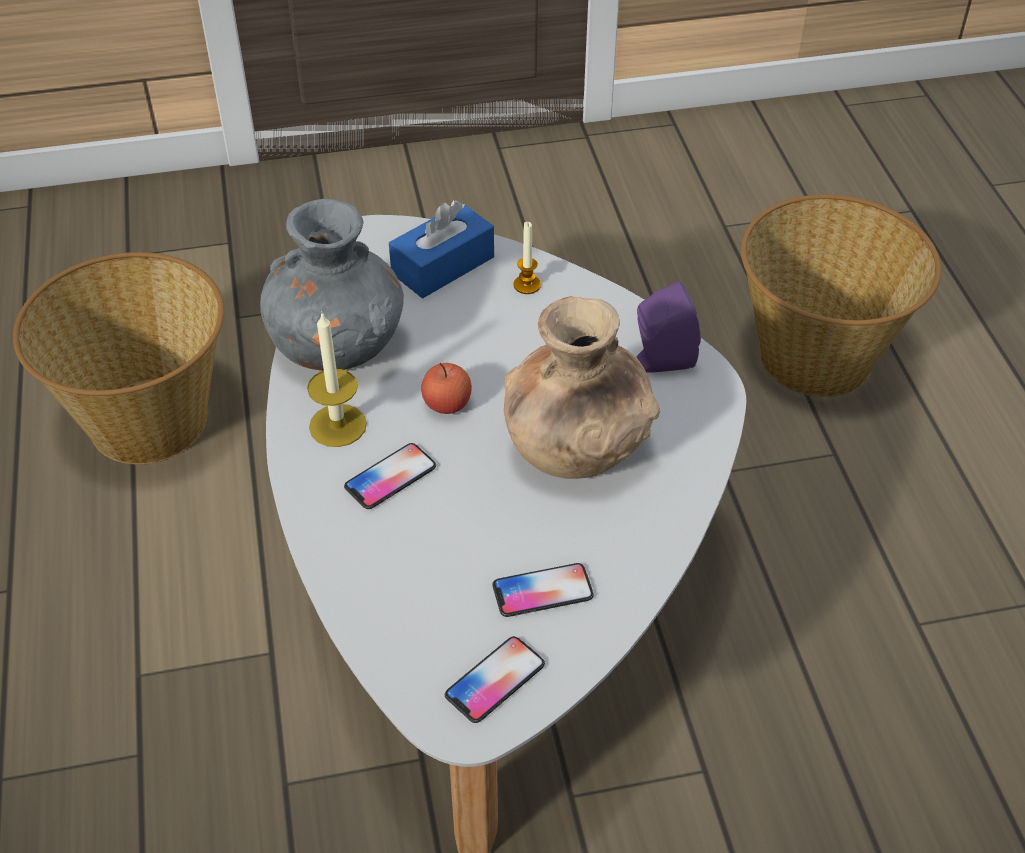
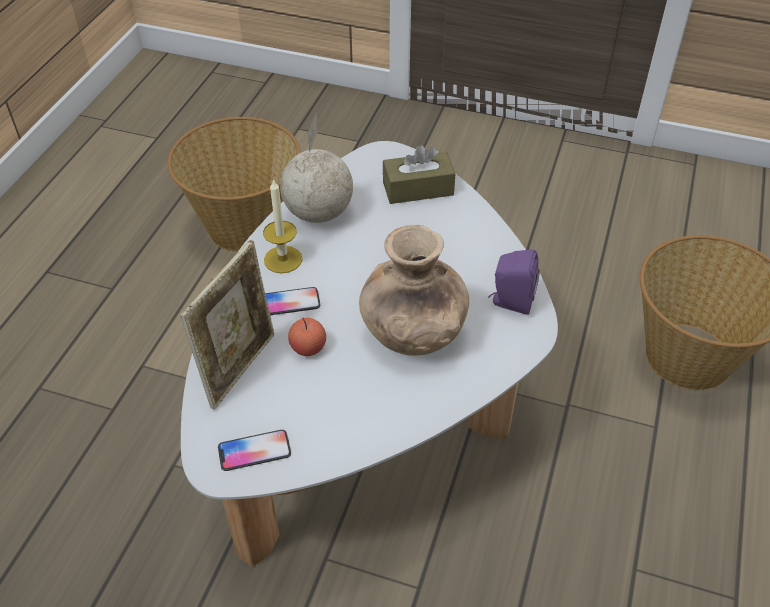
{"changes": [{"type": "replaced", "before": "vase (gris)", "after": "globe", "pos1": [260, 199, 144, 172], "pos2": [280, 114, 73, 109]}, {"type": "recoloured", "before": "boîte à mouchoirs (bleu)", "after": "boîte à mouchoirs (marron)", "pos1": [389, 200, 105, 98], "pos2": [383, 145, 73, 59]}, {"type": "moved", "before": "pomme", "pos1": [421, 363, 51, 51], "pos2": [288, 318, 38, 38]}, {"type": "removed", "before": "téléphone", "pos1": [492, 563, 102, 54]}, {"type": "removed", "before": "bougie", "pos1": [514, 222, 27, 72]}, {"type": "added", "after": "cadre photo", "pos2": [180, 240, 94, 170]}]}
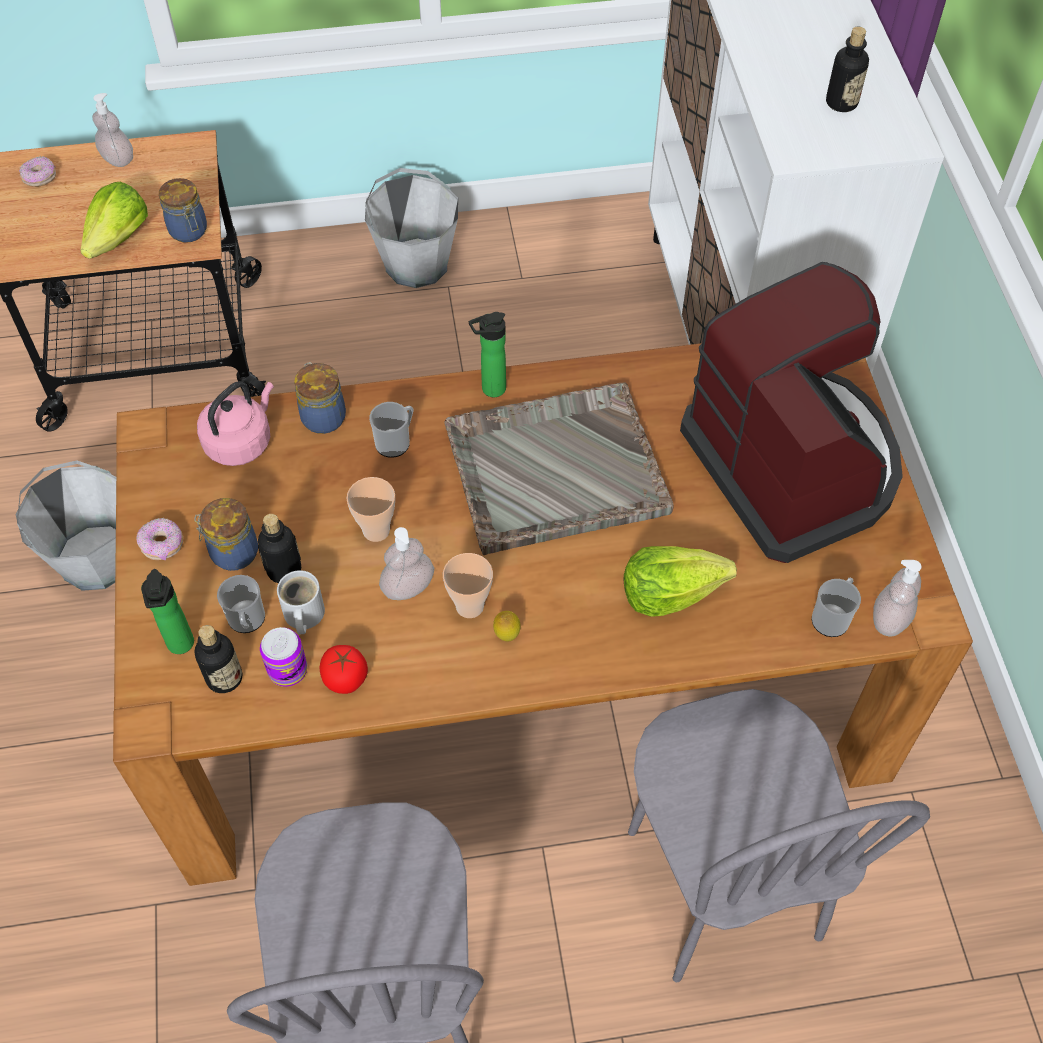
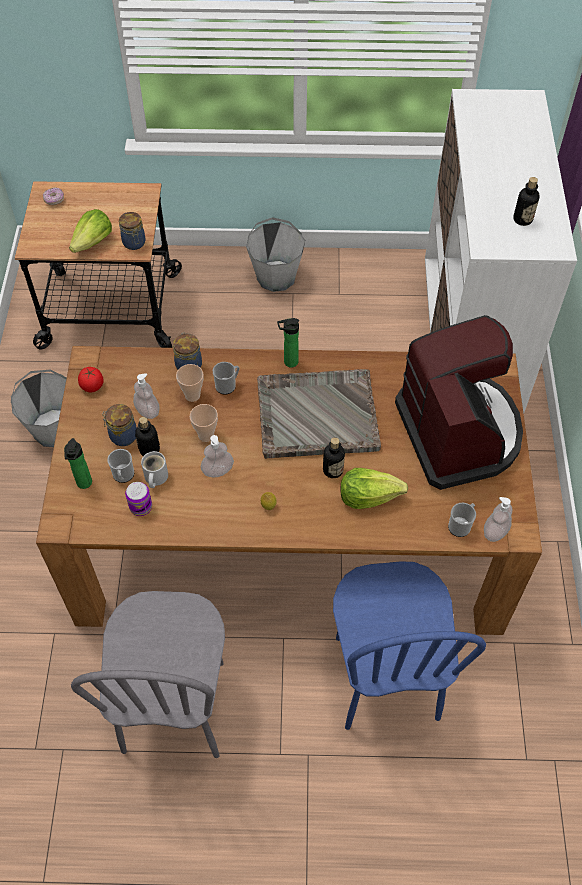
{"changes": [{"type": "moved", "before": "distributeur de savon", "pos1": [92, 93, 41, 74], "pos2": [133, 373, 27, 46]}, {"type": "removed", "before": "beignet", "pos1": [136, 518, 47, 42]}, {"type": "moved", "before": "bouteille", "pos1": [194, 625, 49, 68], "pos2": [323, 437, 22, 41]}, {"type": "removed", "before": "bouilloire (rose)", "pos1": [197, 381, 77, 85]}, {"type": "moved", "before": "tomate", "pos1": [320, 645, 48, 49], "pos2": [78, 367, 26, 25]}, {"type": "moved", "before": "tasse", "pos1": [443, 553, 50, 65], "pos2": [176, 364, 27, 38]}, {"type": "recoloured", "before": "chaise (gris)", "after": "chaise (bleu)", "pos1": [628, 689, 302, 293], "pos2": [333, 561, 153, 169]}]}
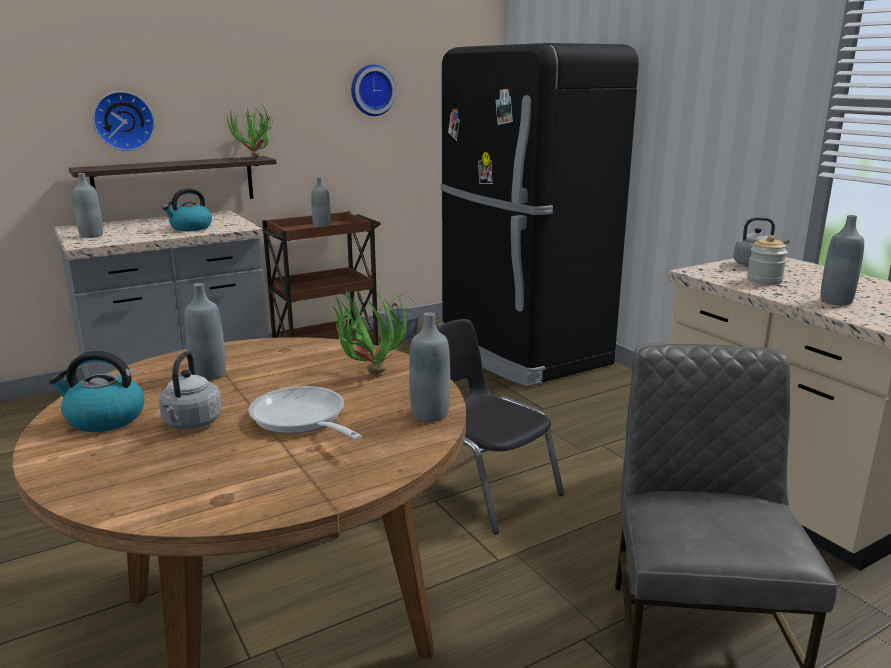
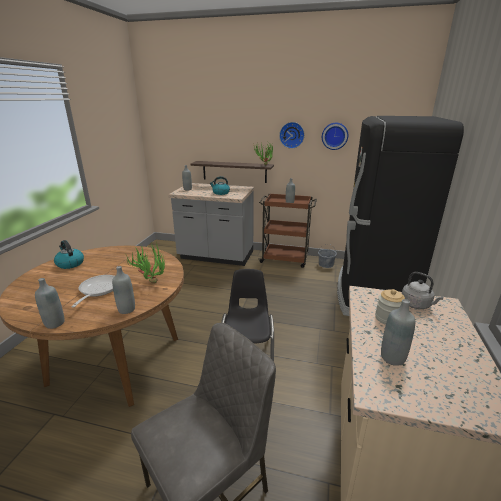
{"changes": [{"type": "moved", "before": "horloge murale", "pos1": [93, 91, 62, 60], "pos2": [279, 122, 26, 27]}, {"type": "removed", "before": "bouilloire (gris)", "pos1": [159, 351, 63, 78]}, {"type": "moved", "before": "bouteille (gris)", "pos1": [184, 283, 42, 98], "pos2": [35, 278, 30, 51]}]}
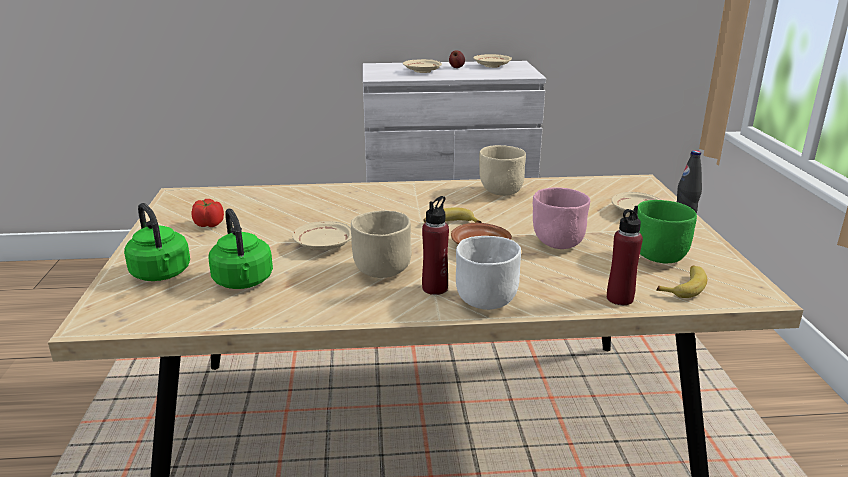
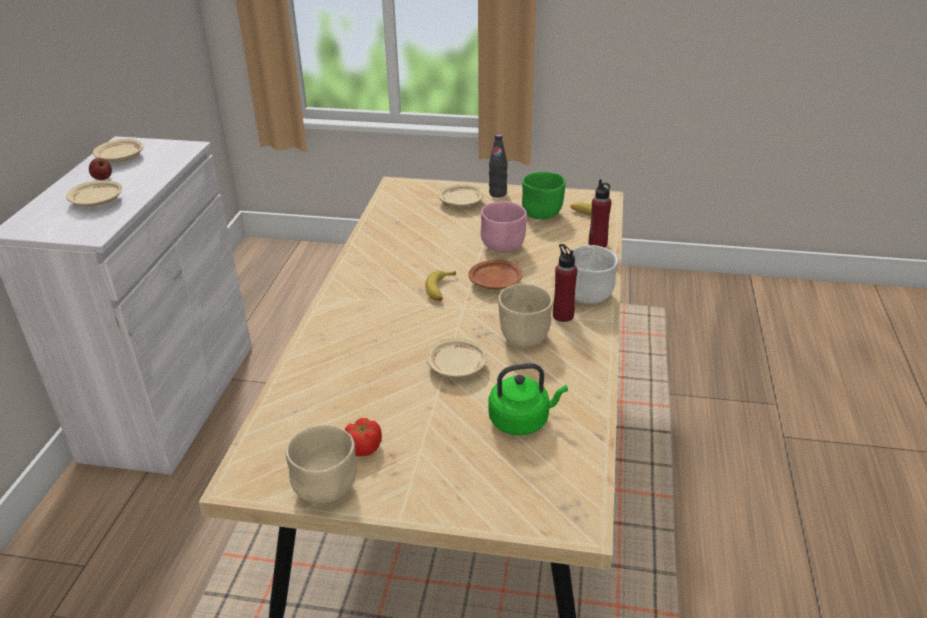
{"changes": [{"type": "removed", "before": "bouilloire (vert)", "pos1": [124, 203, 66, 78]}, {"type": "moved", "before": "bol (beige)", "pos1": [479, 145, 47, 51], "pos2": [285, 425, 71, 78]}]}
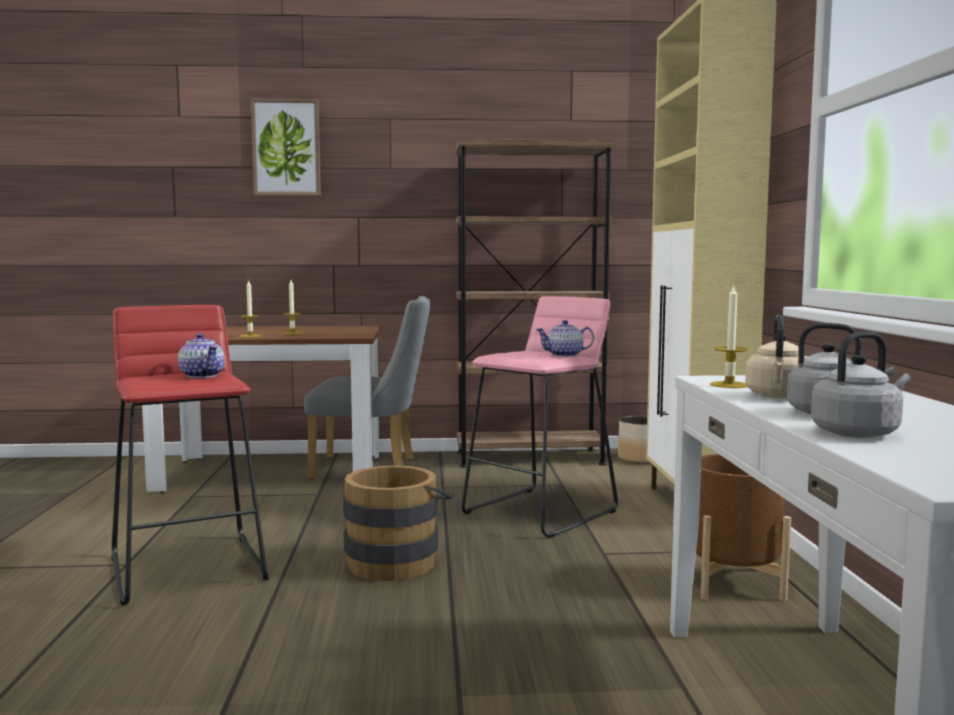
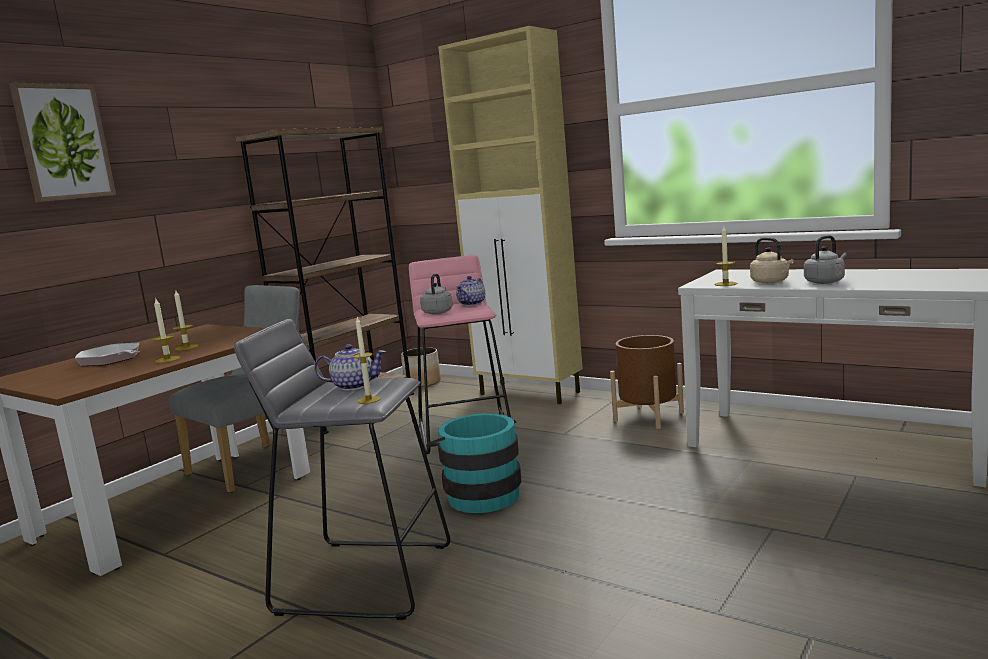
{"changes": [{"type": "recoloured", "before": "tabouret (rouge)", "after": "tabouret (gris)", "pos1": [111, 305, 158, 301], "pos2": [234, 319, 216, 301]}, {"type": "recoloured", "before": "seau (marron)", "after": "seau (turquoise)", "pos1": [343, 466, 110, 115], "pos2": [426, 413, 95, 100]}, {"type": "moved", "before": "bouilloire (gris)", "pos1": [811, 332, 99, 106], "pos2": [420, 274, 33, 40]}, {"type": "added", "after": "poêle", "pos2": [75, 343, 65, 23]}, {"type": "added", "after": "bougie", "pos2": [353, 317, 28, 87]}]}
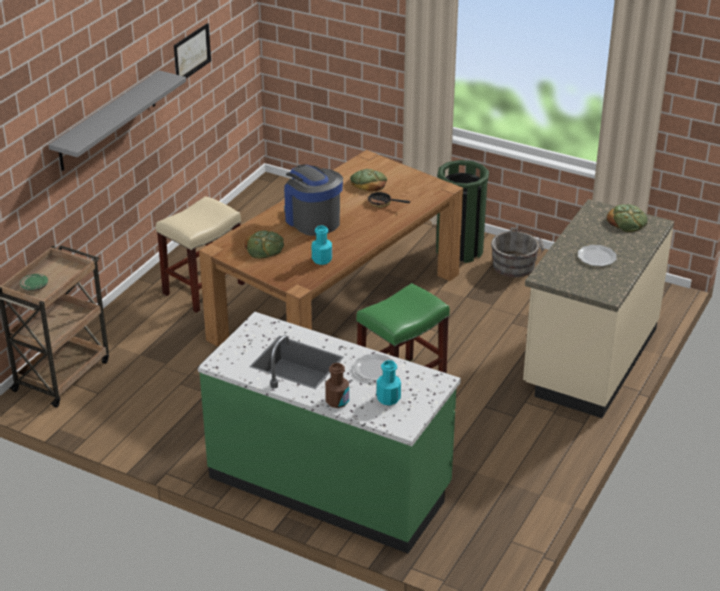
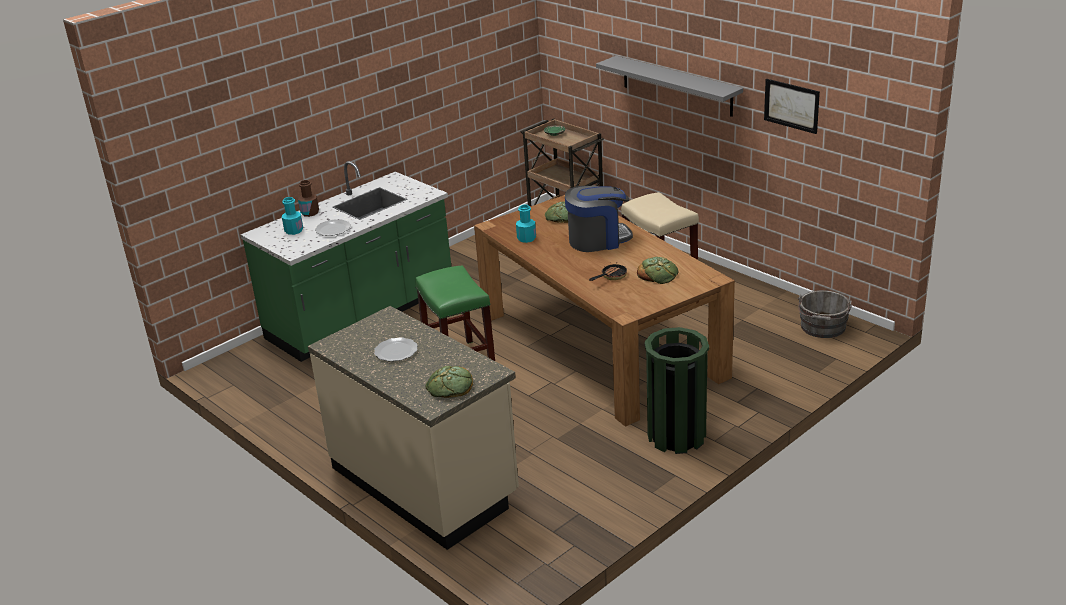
{"changes": [{"type": "moved", "before": "seau (gris)", "pos1": [491, 228, 53, 49], "pos2": [798, 290, 54, 48]}]}
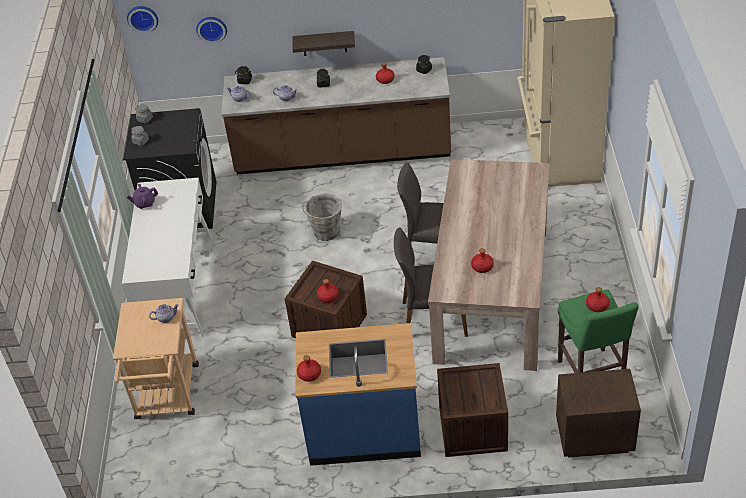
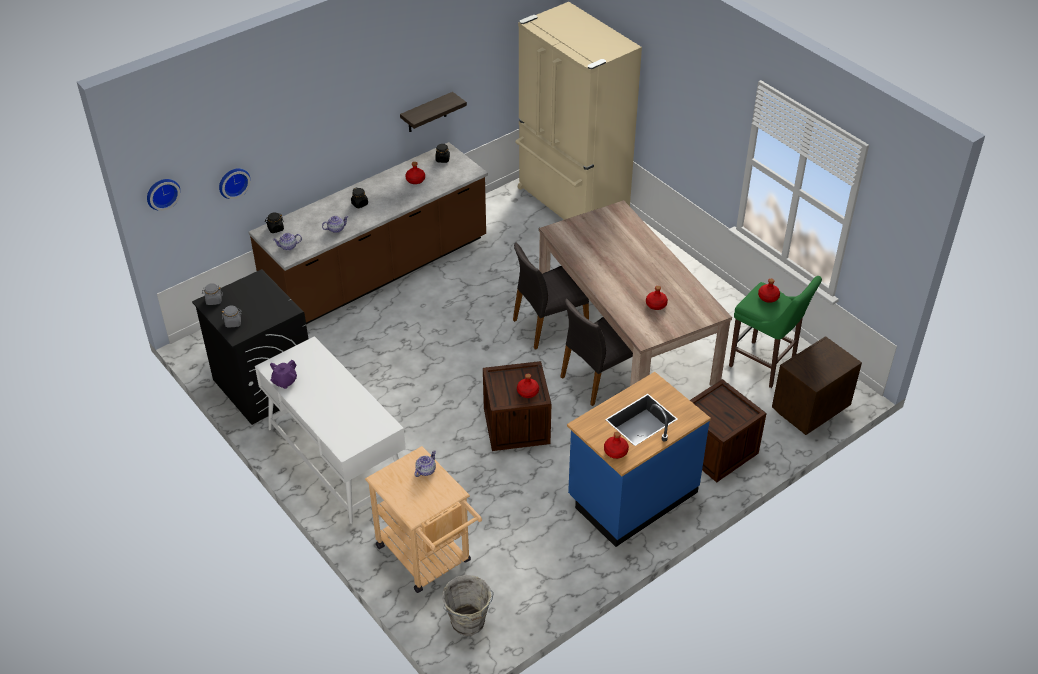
{"changes": [{"type": "moved", "before": "étagère", "pos1": [292, 31, 63, 25], "pos2": [400, 92, 67, 40]}, {"type": "moved", "before": "seau (gris)", "pos1": [302, 193, 40, 48], "pos2": [442, 575, 52, 61]}]}
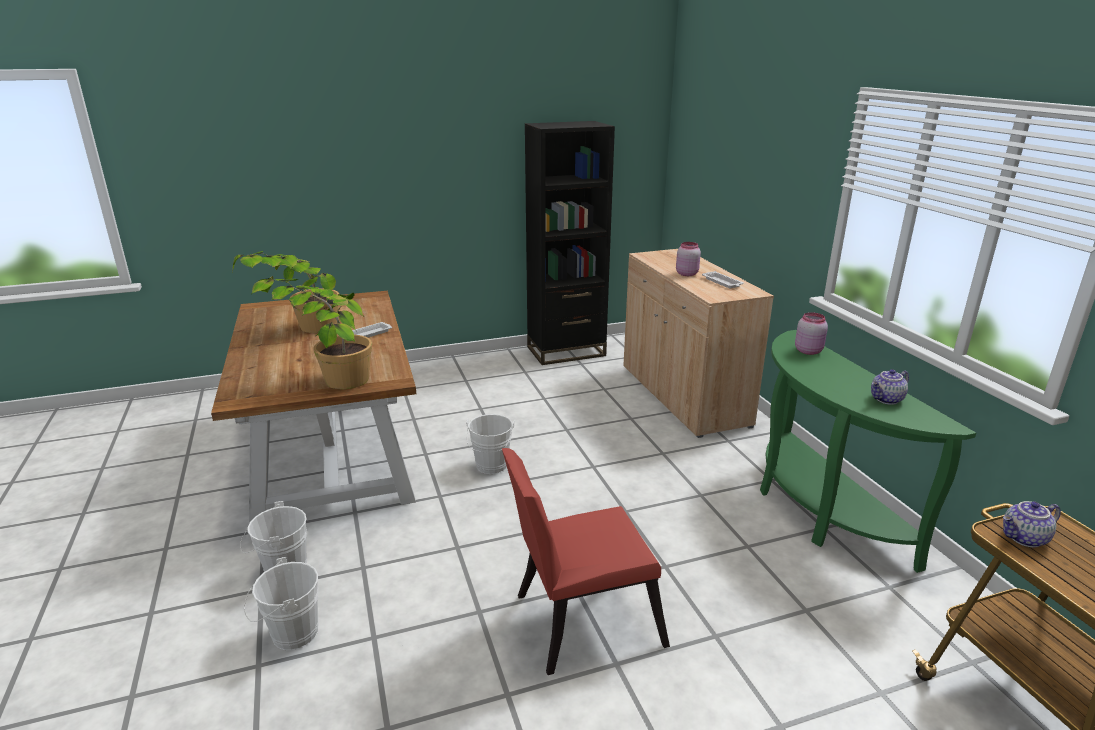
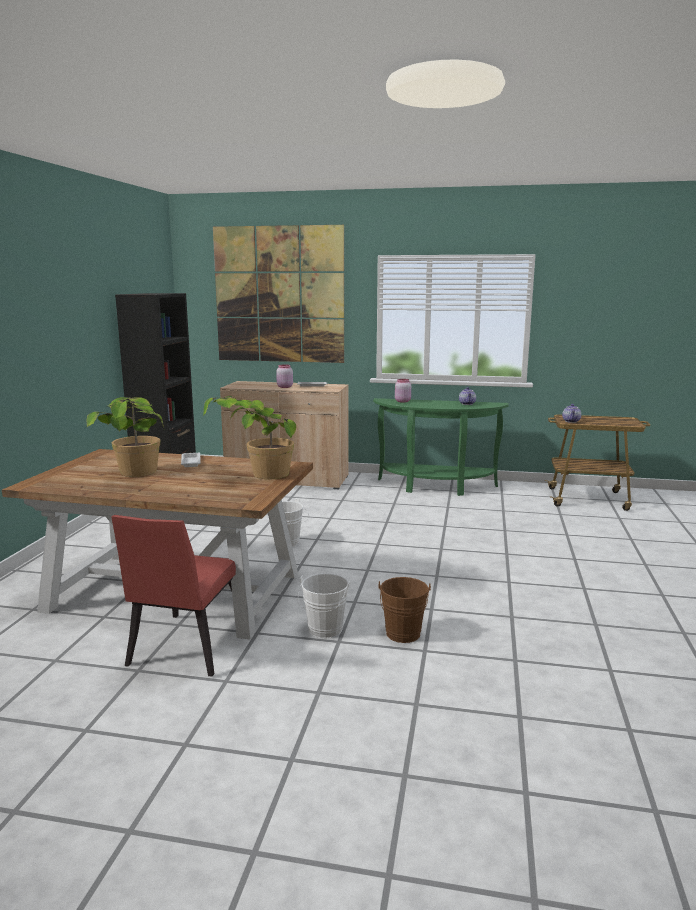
{"changes": [{"type": "recoloured", "before": "seau (blanc)", "after": "seau (marron)", "pos1": [244, 557, 74, 93], "pos2": [378, 577, 53, 66]}, {"type": "moved", "before": "chaise (rouge)", "pos1": [502, 448, 168, 227], "pos2": [111, 515, 125, 162]}, {"type": "added", "after": "tableau", "pos2": [213, 225, 131, 138]}]}
